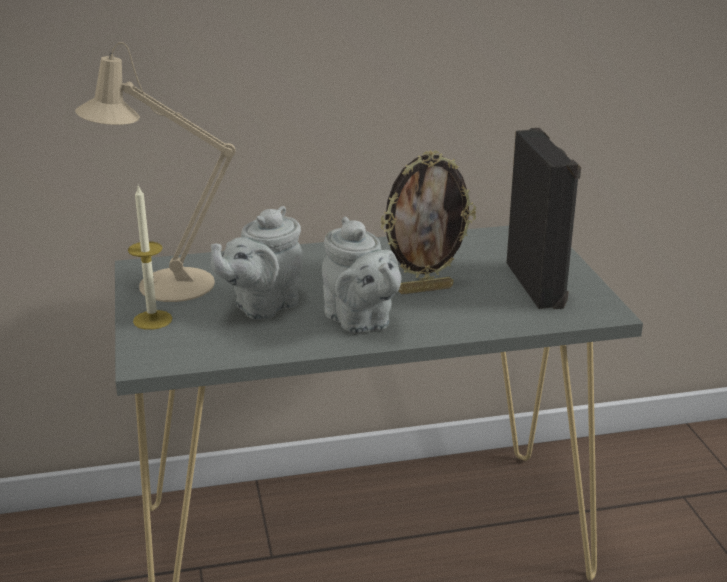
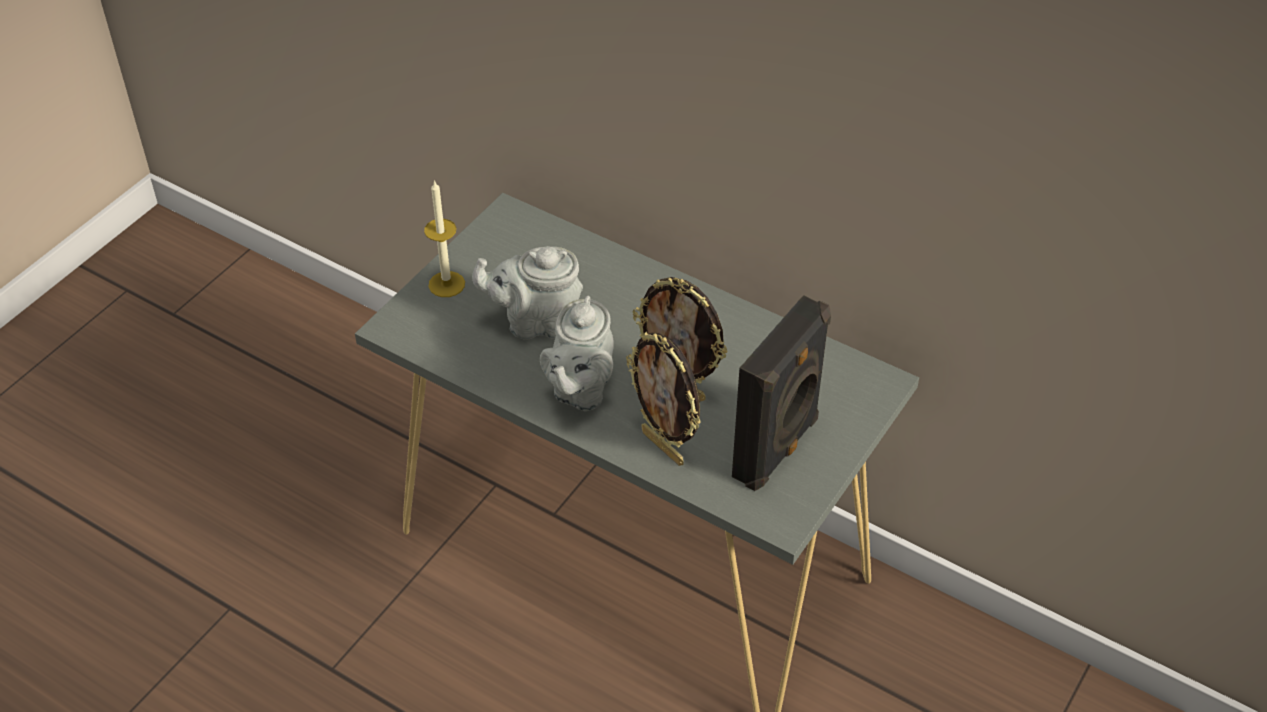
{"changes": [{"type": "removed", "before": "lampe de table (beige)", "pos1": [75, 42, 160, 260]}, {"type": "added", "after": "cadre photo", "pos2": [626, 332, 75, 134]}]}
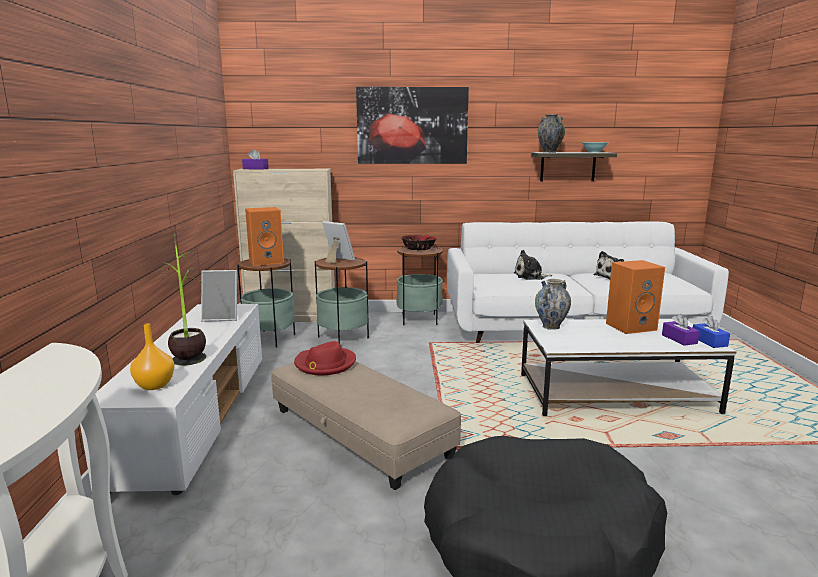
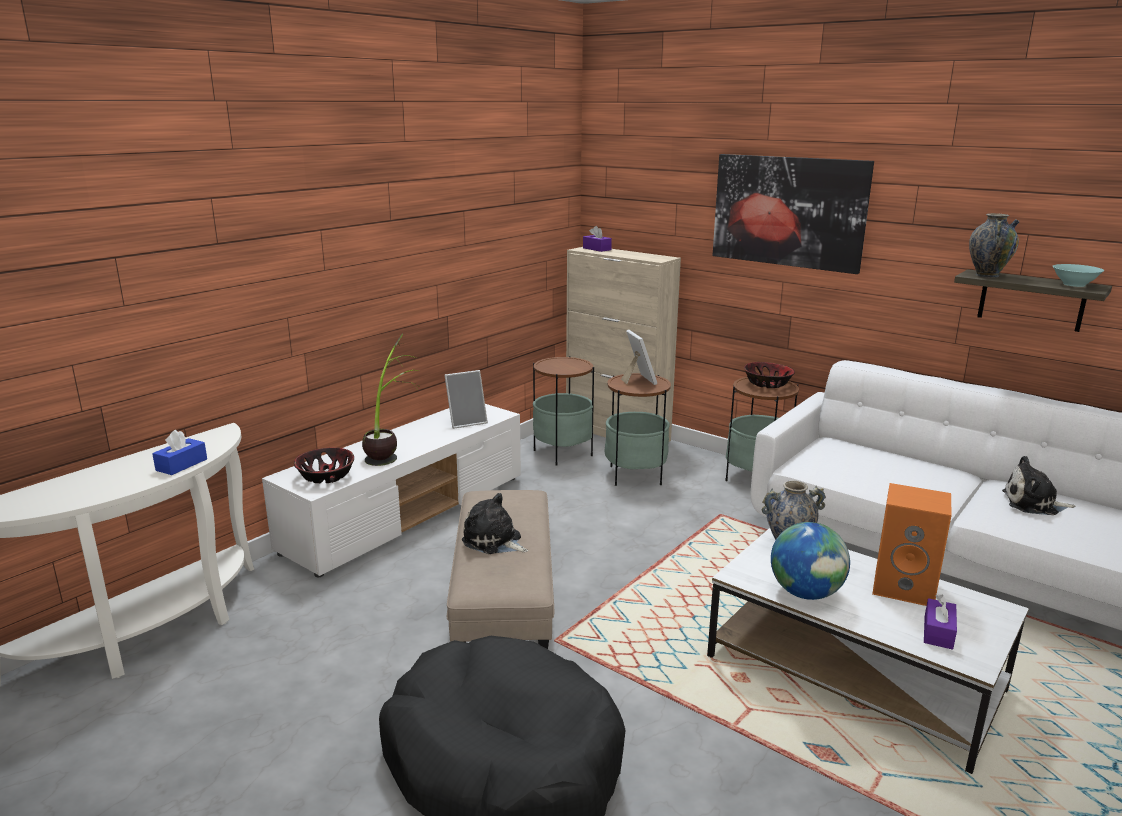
{"changes": [{"type": "replaced", "before": "vase (orange)", "after": "bol", "pos1": [130, 323, 44, 67], "pos2": [294, 447, 60, 36]}, {"type": "turned", "before": "cadre photo", "pos1": [201, 270, 36, 52], "pos2": [445, 370, 43, 59], "turn": -60}, {"type": "removed", "before": "enceinte (orange)", "pos1": [245, 207, 39, 59]}, {"type": "removed", "before": "chapeau (rouge)", "pos1": [294, 341, 62, 34]}, {"type": "moved", "before": "peluche", "pos1": [514, 250, 38, 30], "pos2": [462, 493, 66, 61]}, {"type": "moved", "before": "boîte à mouchoirs (bleu)", "pos1": [693, 316, 37, 32], "pos2": [152, 430, 55, 45]}, {"type": "added", "after": "globe", "pos2": [771, 522, 79, 78]}]}
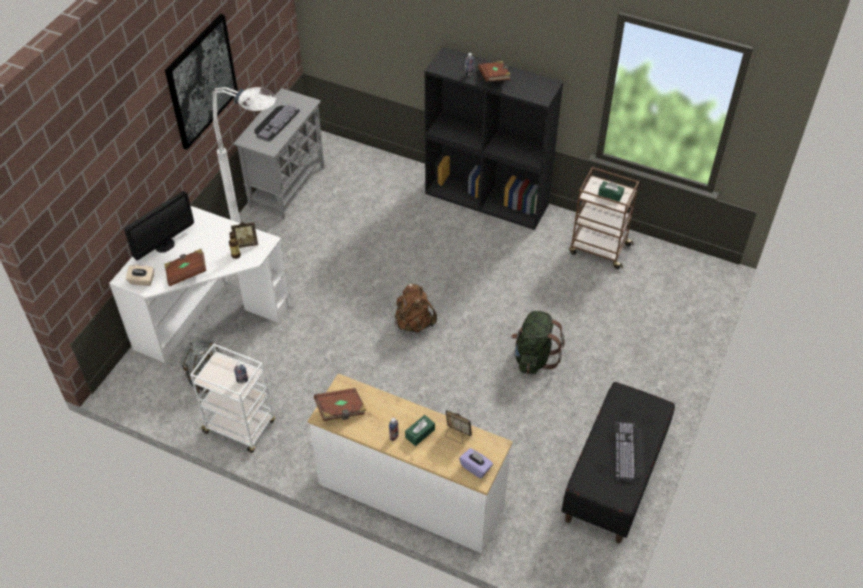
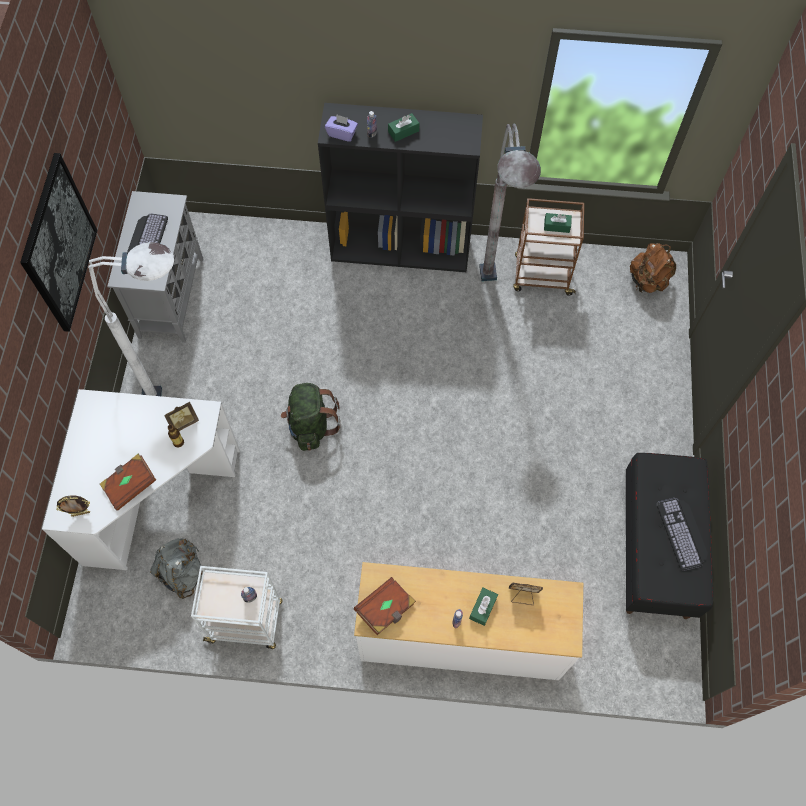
{"changes": [{"type": "removed", "before": "écran d'ordinateur", "pos1": [124, 191, 70, 69]}, {"type": "replaced", "before": "boîte à mouchoirs (beige)", "after": "cadre photo", "pos1": [126, 265, 28, 21], "pos2": [56, 495, 34, 22]}, {"type": "moved", "before": "sac à dos (marron)", "pos1": [395, 283, 42, 50], "pos2": [630, 243, 46, 50]}, {"type": "moved", "before": "boîte à mouchoirs (violet)", "pos1": [459, 448, 34, 31], "pos2": [325, 114, 33, 28]}, {"type": "replaced", "before": "livre (marron)", "after": "boîte à mouchoirs (vert)", "pos1": [478, 61, 33, 21], "pos2": [388, 113, 31, 29]}, {"type": "moved", "before": "sac à dos (vert)", "pos1": [511, 311, 54, 63], "pos2": [281, 383, 59, 68]}, {"type": "added", "after": "lampadaire (gris)", "pos2": [479, 124, 62, 157]}]}
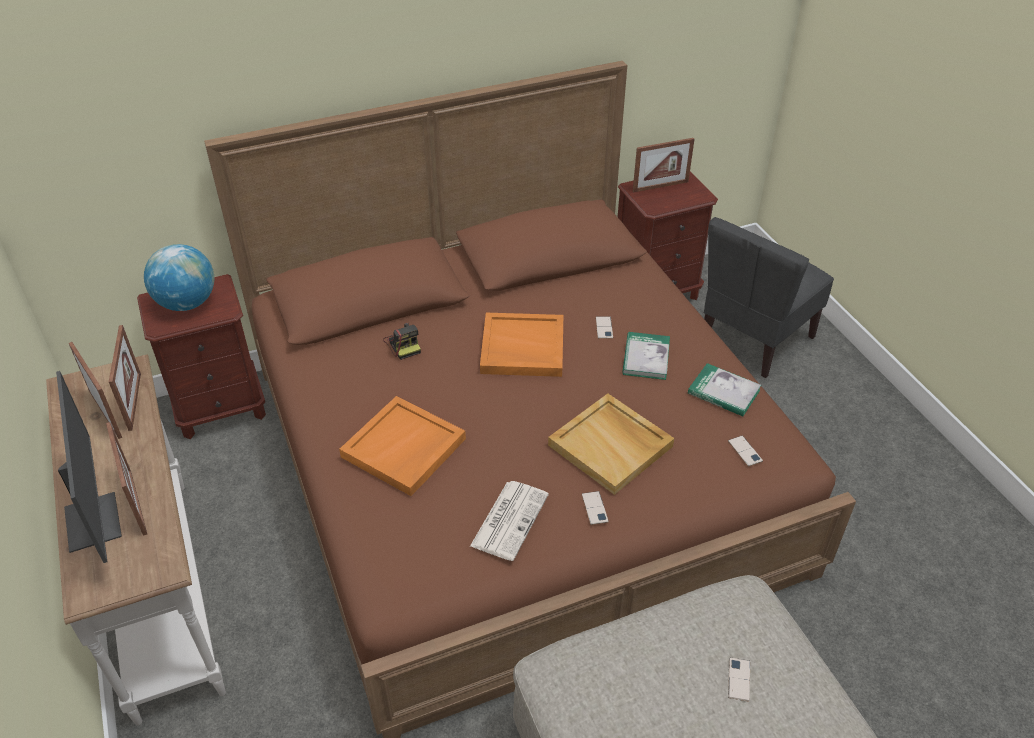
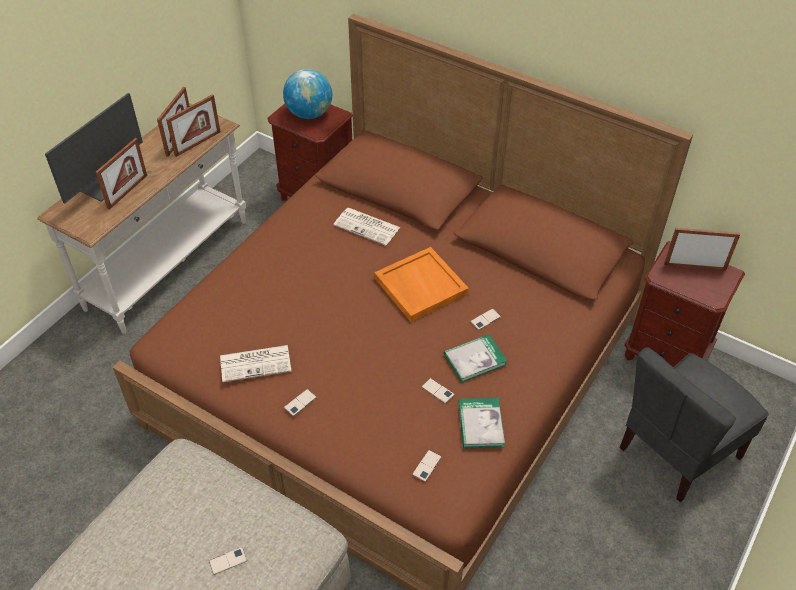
{"changes": [{"type": "removed", "before": "plateau (orange)", "pos1": [339, 396, 127, 100]}, {"type": "replaced", "before": "appareil photo", "after": "journal", "pos1": [383, 323, 38, 37], "pos2": [333, 208, 67, 38]}, {"type": "removed", "before": "plateau (beige)", "pos1": [548, 393, 126, 102]}, {"type": "turned", "before": "cadre photo", "pos1": [633, 138, 61, 54], "pos2": [664, 228, 76, 42], "turn": 150}, {"type": "turned", "before": "chaise (gris)", "pos1": [704, 217, 130, 161], "pos2": [620, 347, 149, 155], "turn": -45}, {"type": "added", "after": "téléphone", "pos2": [421, 378, 34, 26]}]}
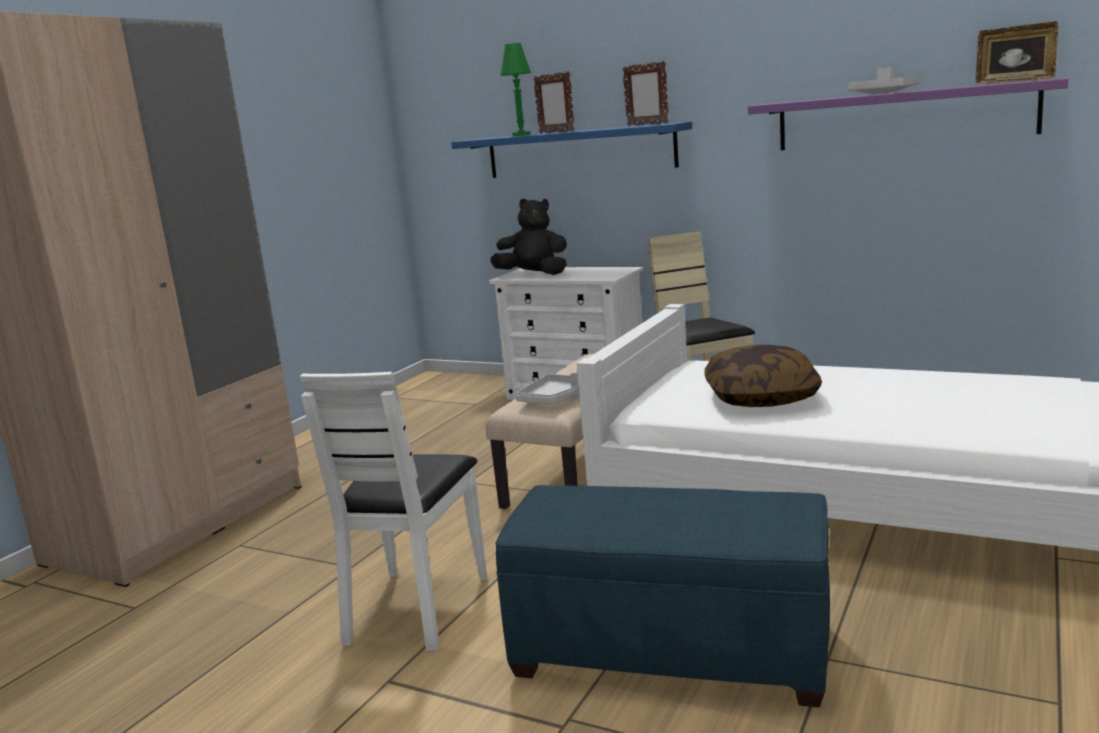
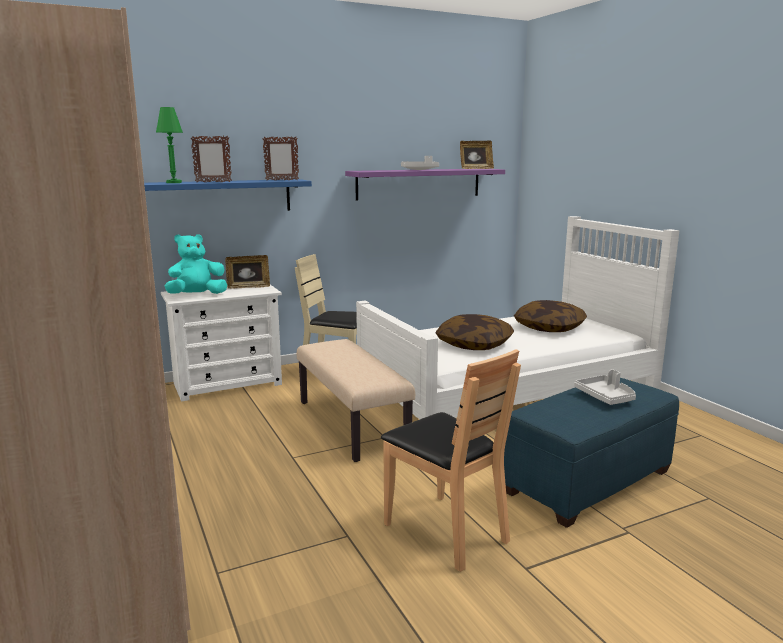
{"changes": [{"type": "recoloured", "before": "chaise (blanc)", "after": "chaise (marron)", "pos1": [300, 372, 187, 279], "pos2": [381, 349, 140, 223]}, {"type": "recoloured", "before": "peluche (noir)", "after": "peluche (turquoise)", "pos1": [490, 198, 77, 77], "pos2": [164, 234, 63, 60]}, {"type": "moved", "before": "plateau (gris)", "pos1": [515, 371, 64, 33], "pos2": [574, 369, 62, 36]}, {"type": "added", "after": "cadre photo", "pos2": [225, 255, 45, 34]}, {"type": "added", "after": "coussin", "pos2": [514, 300, 73, 32]}]}
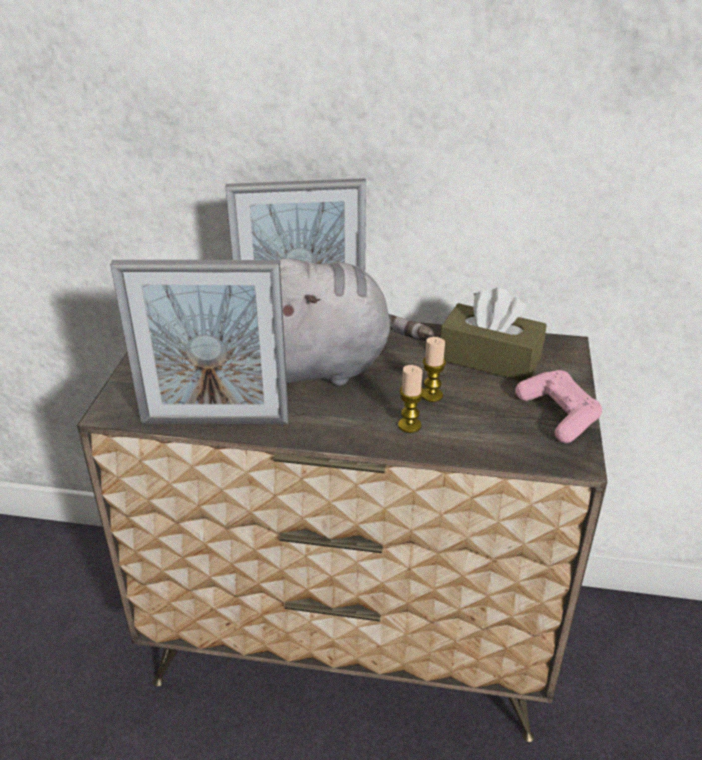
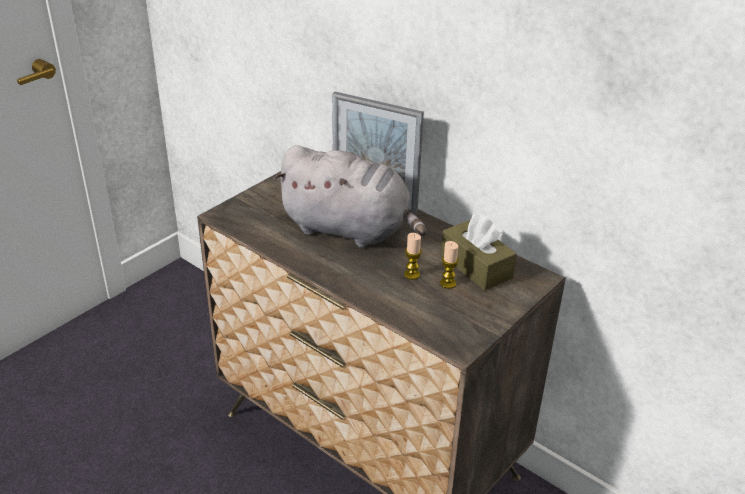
{"changes": [{"type": "removed", "before": "cadre photo", "pos1": [110, 260, 179, 164]}, {"type": "moved", "before": "bougie", "pos1": [398, 365, 26, 68], "pos2": [440, 241, 19, 48]}, {"type": "removed", "before": "manette (rose)", "pos1": [515, 370, 87, 73]}]}
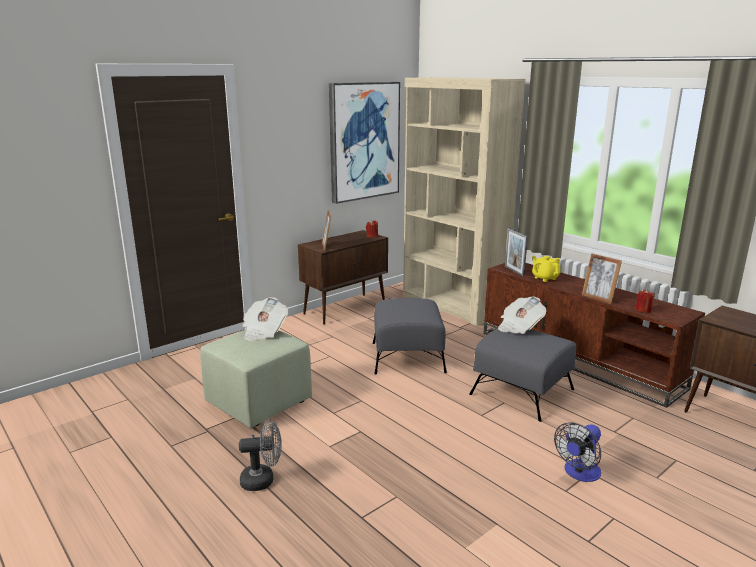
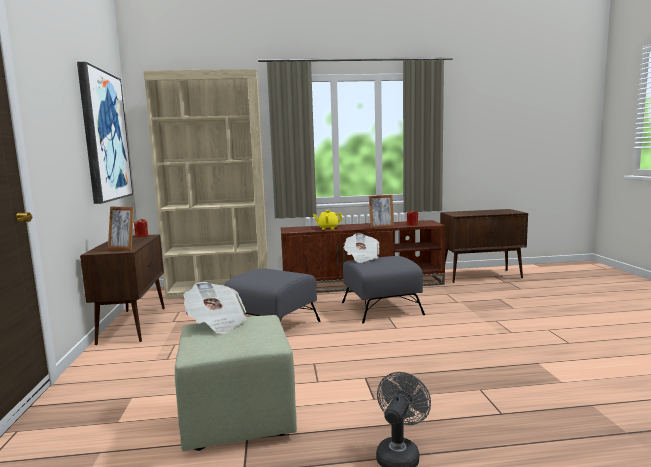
{"changes": [{"type": "removed", "before": "cadre photo", "pos1": [505, 228, 23, 48]}, {"type": "removed", "before": "ventilateur", "pos1": [554, 423, 47, 59]}]}
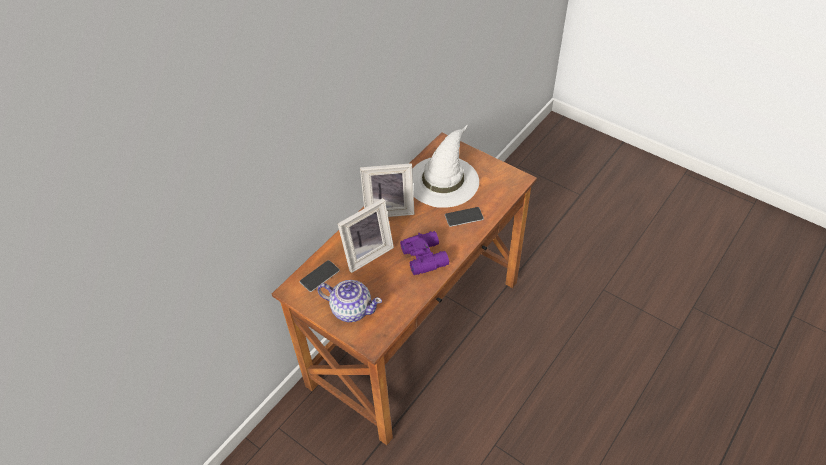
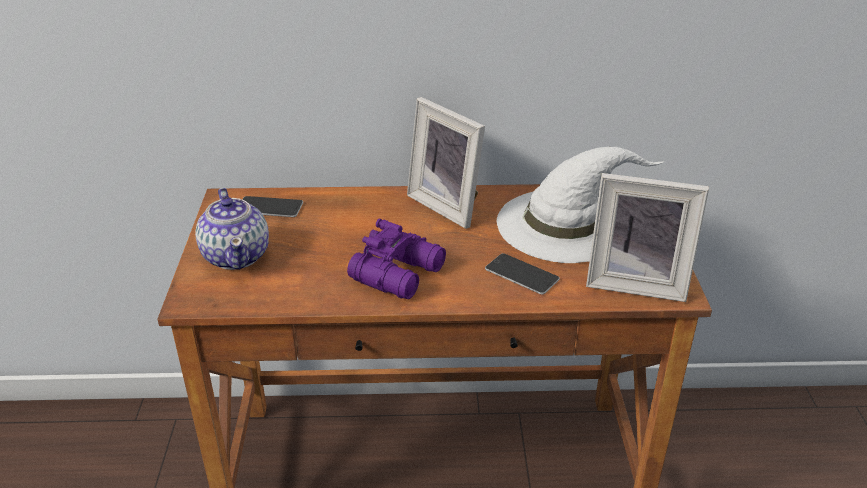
{"changes": [{"type": "moved", "before": "cadre photo", "pos1": [338, 198, 56, 75], "pos2": [586, 173, 123, 129]}]}
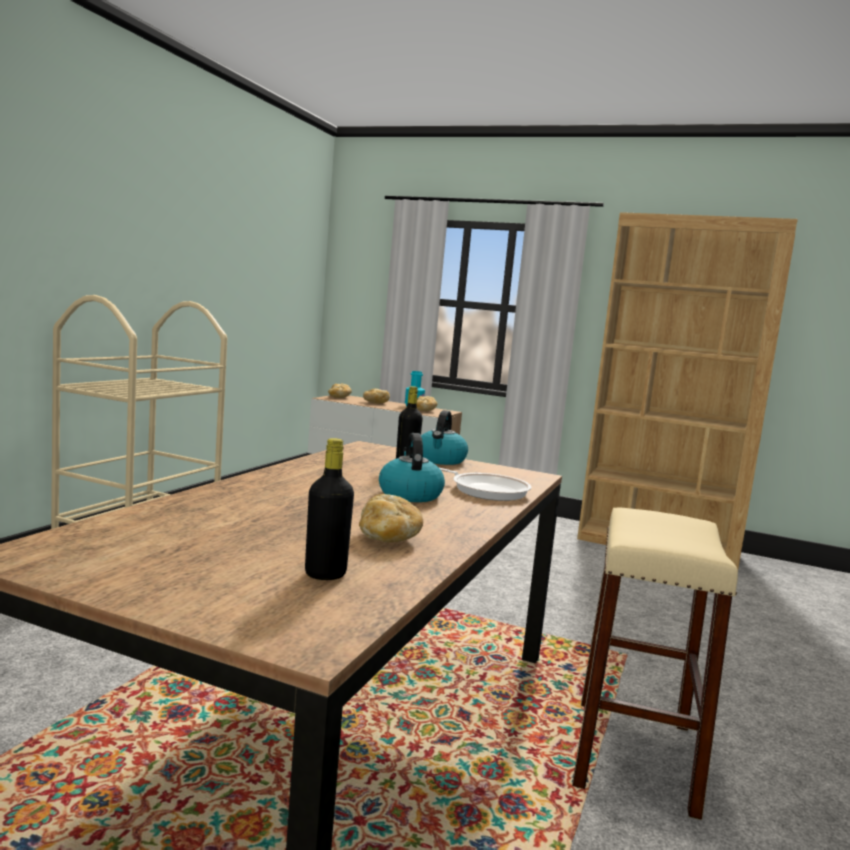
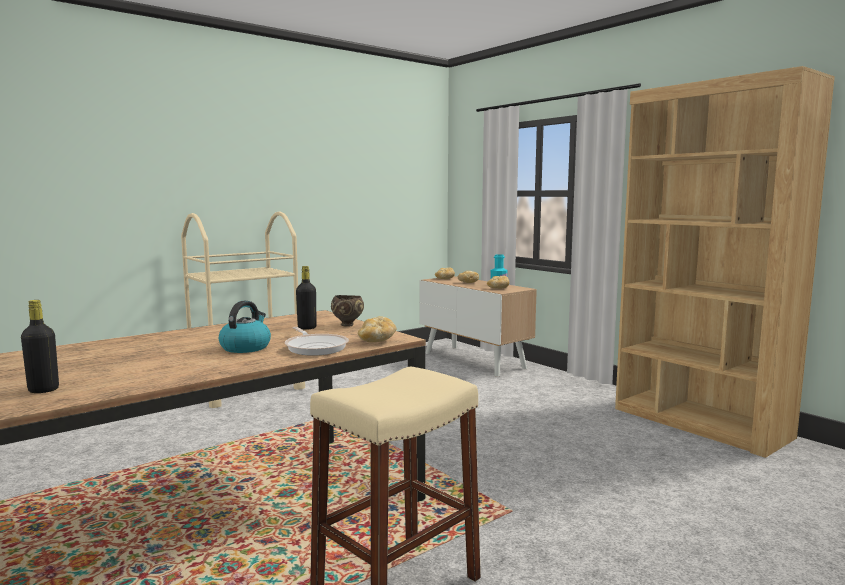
{"changes": [{"type": "moved", "before": "pain", "pos1": [359, 494, 64, 49], "pos2": [358, 316, 39, 26]}, {"type": "replaced", "before": "bouilloire", "after": "bol (marron)", "pos1": [421, 410, 47, 55], "pos2": [331, 295, 33, 32]}]}
